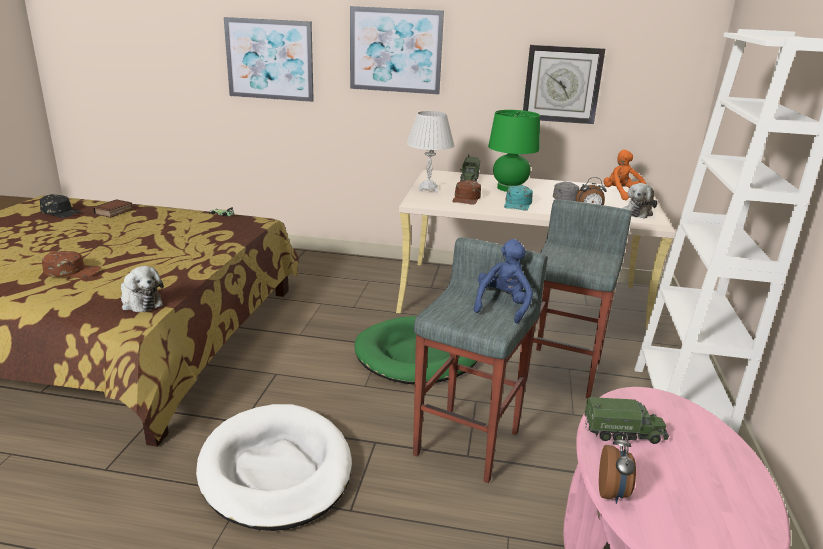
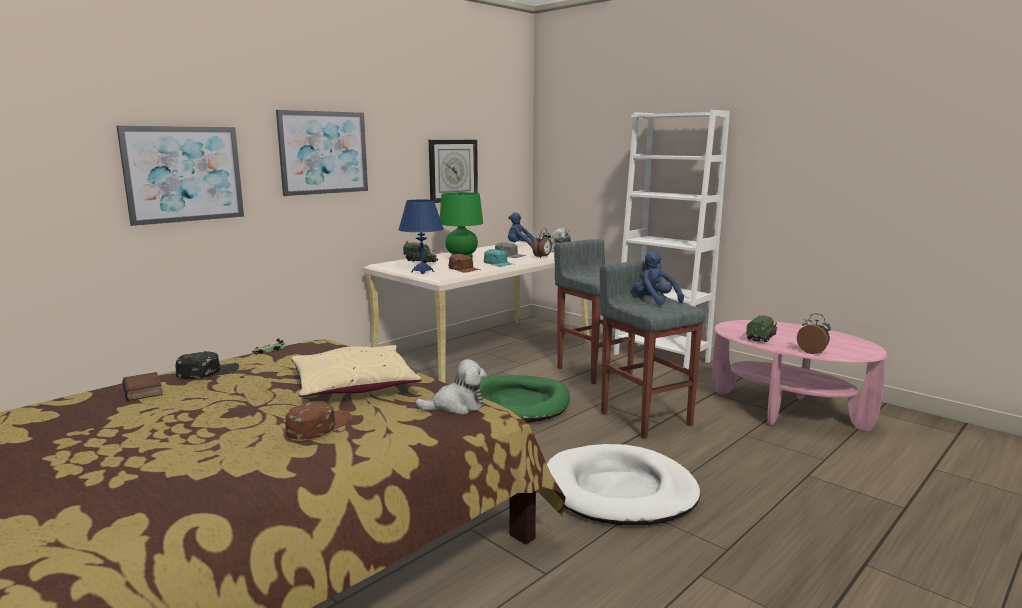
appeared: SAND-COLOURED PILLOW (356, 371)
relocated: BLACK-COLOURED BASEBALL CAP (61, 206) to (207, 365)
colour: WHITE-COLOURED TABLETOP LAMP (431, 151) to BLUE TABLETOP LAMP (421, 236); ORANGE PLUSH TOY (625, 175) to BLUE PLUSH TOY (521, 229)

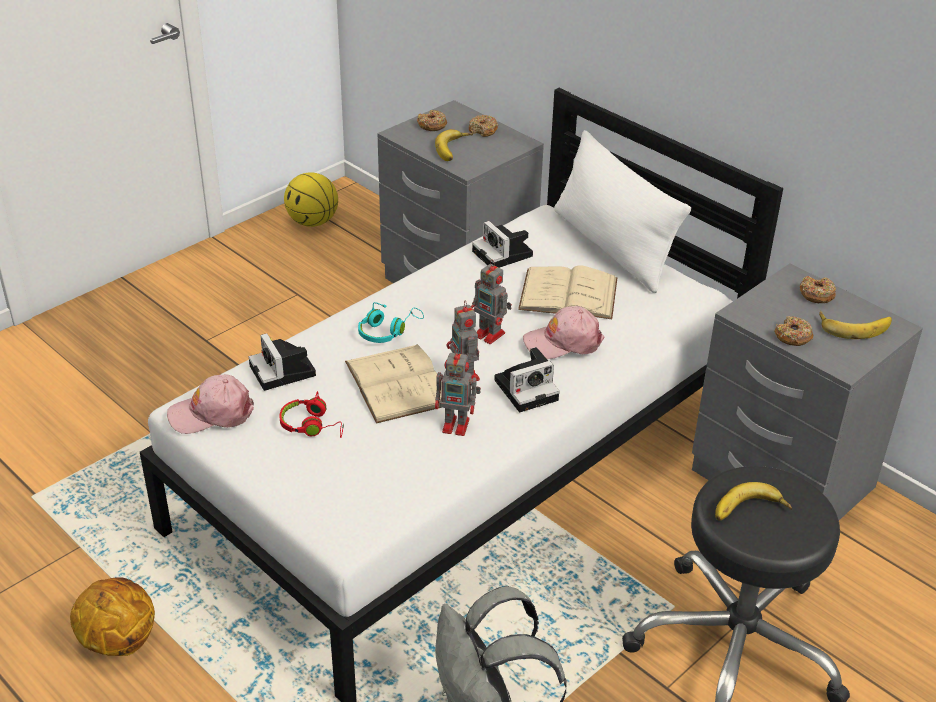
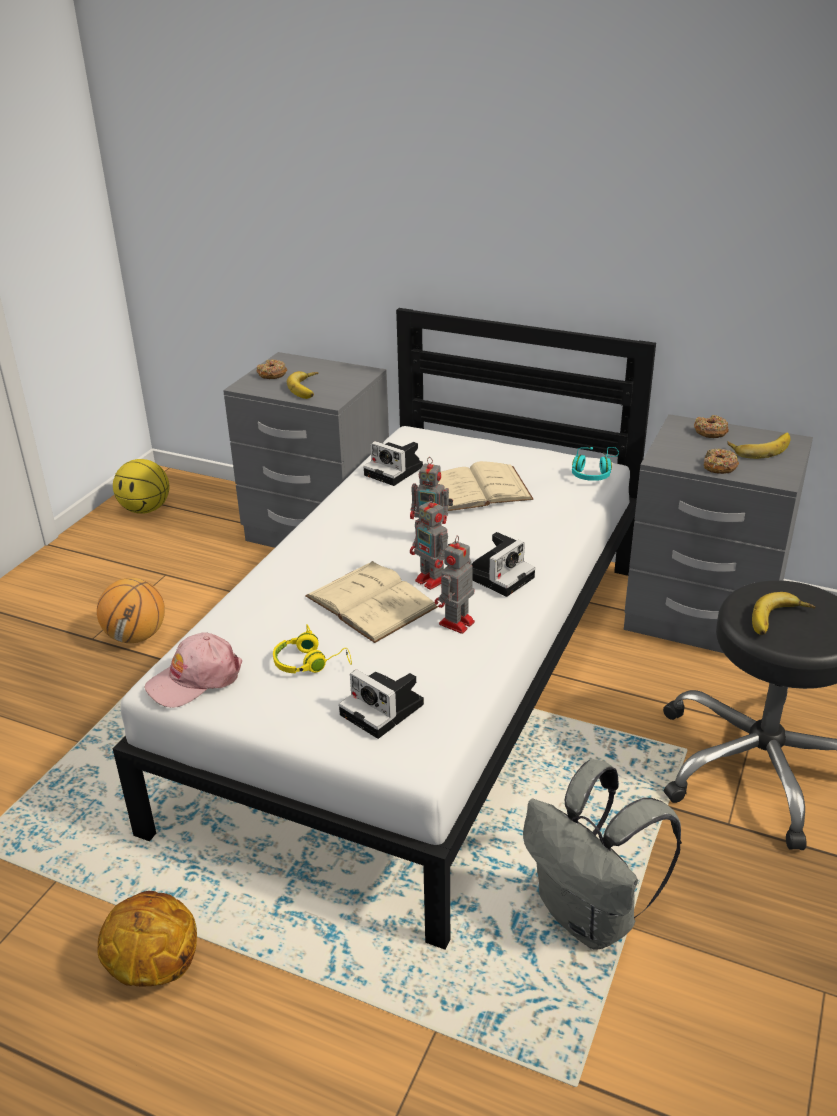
missing: DONUT (484, 126); PINKISH BASEBALL CAP (564, 332); WHITE-COLOURED PILLOW (622, 211)
appeared: BASKETBALL (131, 610)
relocated: STILL CAMERA (282, 362) to (381, 704); BLUE-GREEN PAIR OF HEADPHONES (391, 322) to (595, 464)
colour: REDDISH PAIR OF HEADPHONES (311, 414) to YELLOW-COLOURED PAIR OF HEADPHONES (312, 648)
spun: TOY ROBOT (458, 392) = (455, 585) 135 degrees clockwise

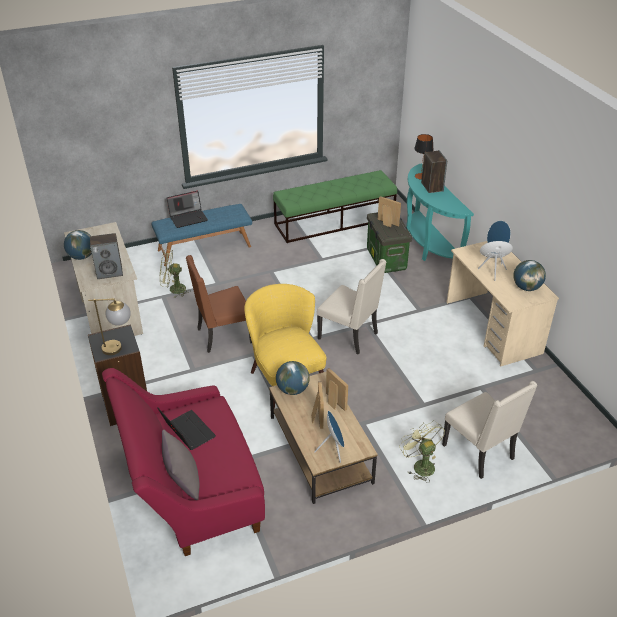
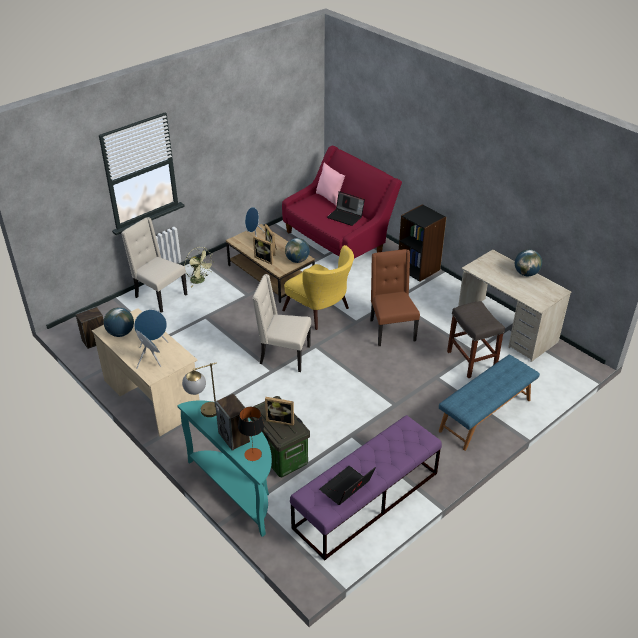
relocated: LOUDSPEAKER (106, 256) to (89, 327); TABLETOP LAMP (109, 326) to (199, 389); NOTEBOOK COMPUTER (187, 209) to (347, 485)
exchanged: GREENISH FAN (175, 274) to GRAY SITTING STOOL (476, 339)
colour: GREENISH INDOOR BENCH (335, 206) to PURPLISH INDOOR BENCH (366, 488); GRAY PILLOW (180, 464) to PINKISH PILLOW (330, 184)
spun: BROWN UPRIGHT CHAIR (219, 304) = (395, 297) 60 degrees counterclockwise

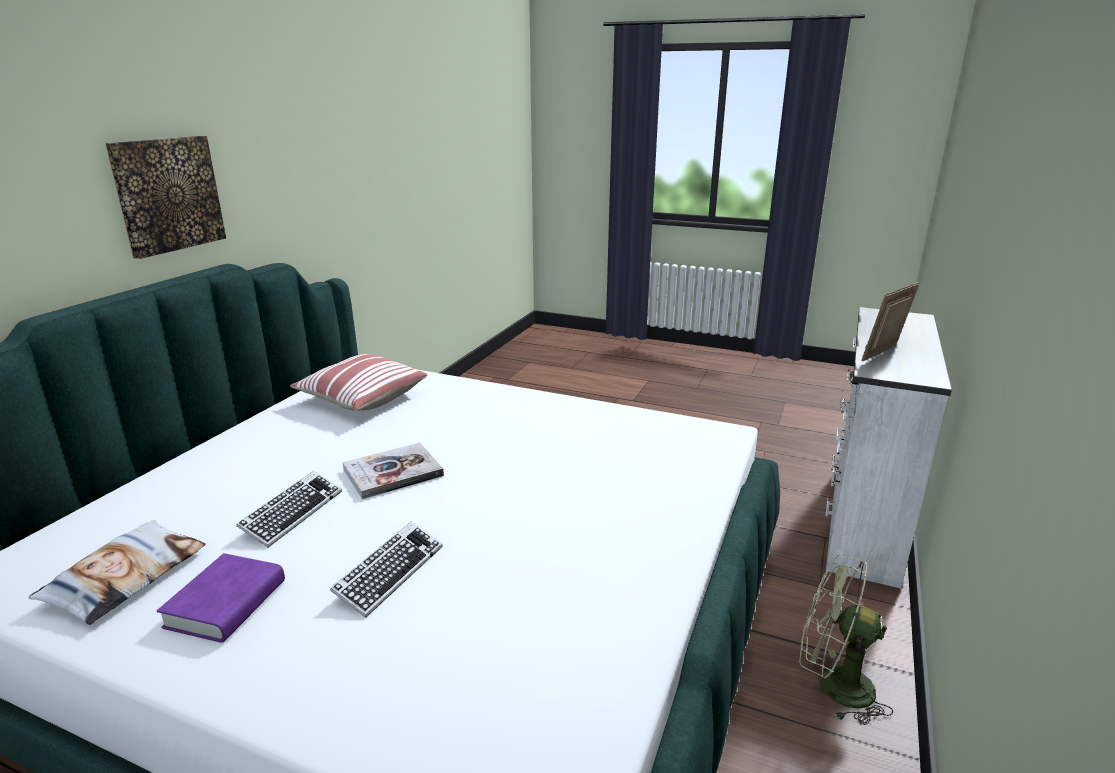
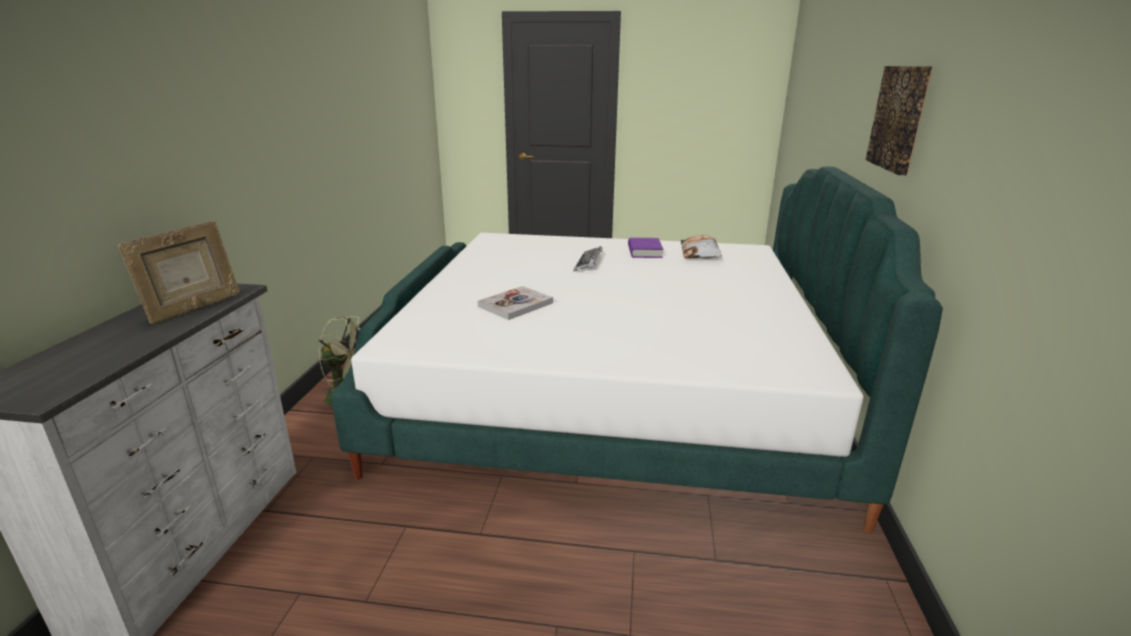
missing: COMPUTER KEYBOARD (289, 509); PILLOW (358, 382)
relocated: BOUND BOOK (393, 470) to (515, 303)

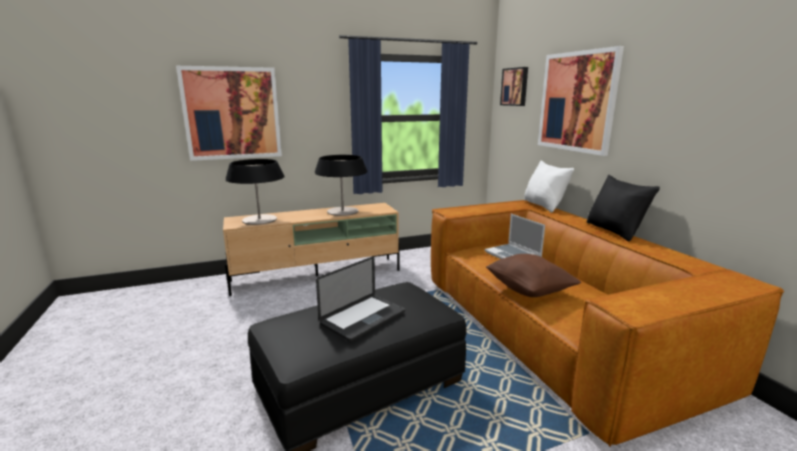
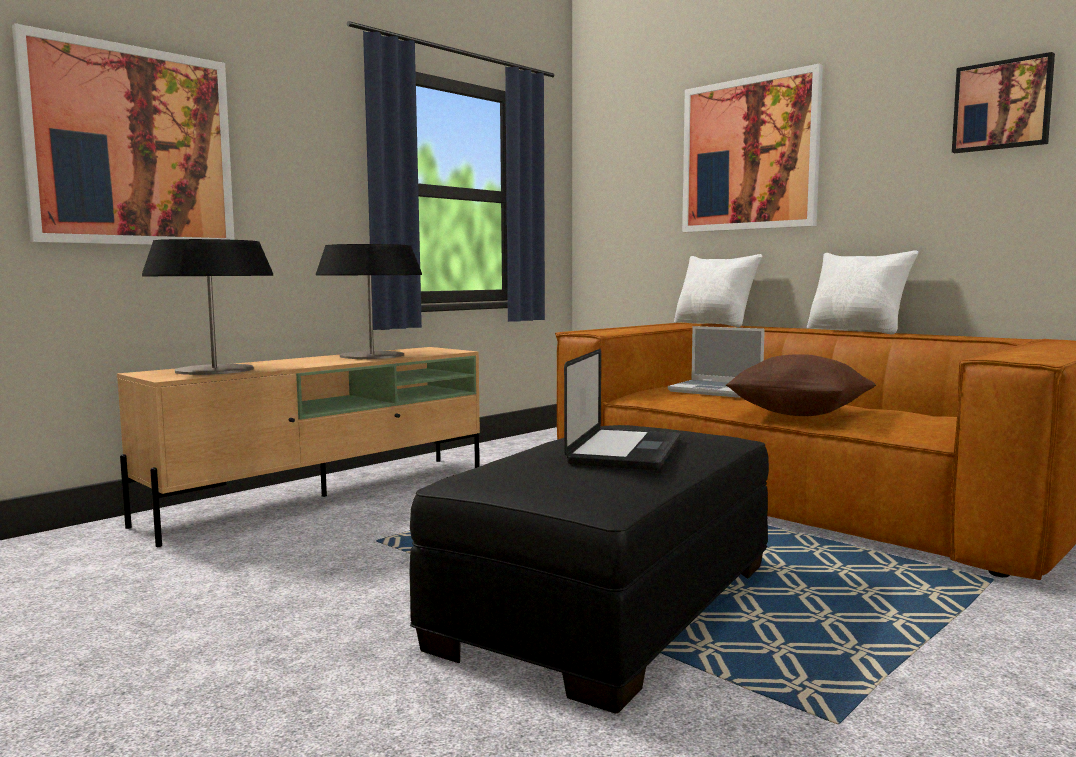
relocated: WALL PICTURE (514, 86) to (1003, 102)
colour: BLACK-COLOURED PILLOW (623, 208) to WHITE-COLOURED PILLOW (862, 292)

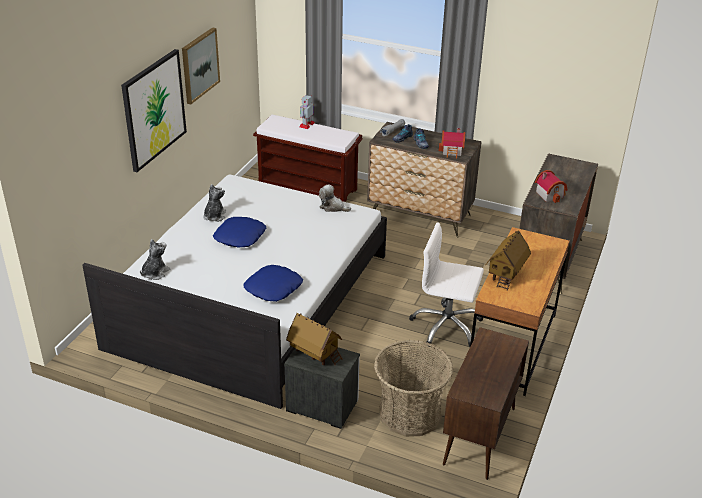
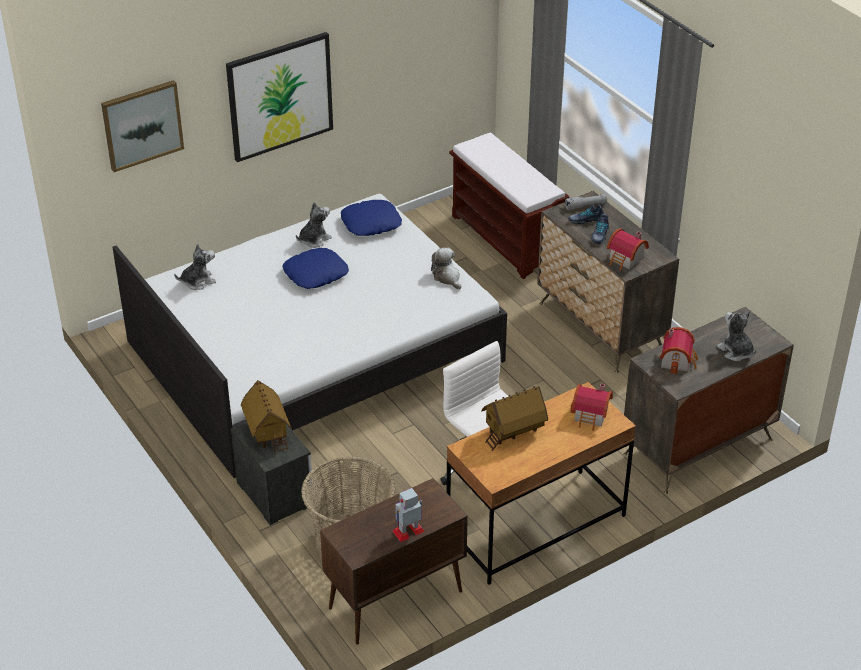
appeared: MINIATURE HOUSE (592, 407); PLUSH TOY (737, 336)
relocated: WALL PICTURE (201, 65) to (142, 126); BLUE PILLOW (273, 283) to (371, 218); TOY ROBOT (307, 112) to (408, 515)

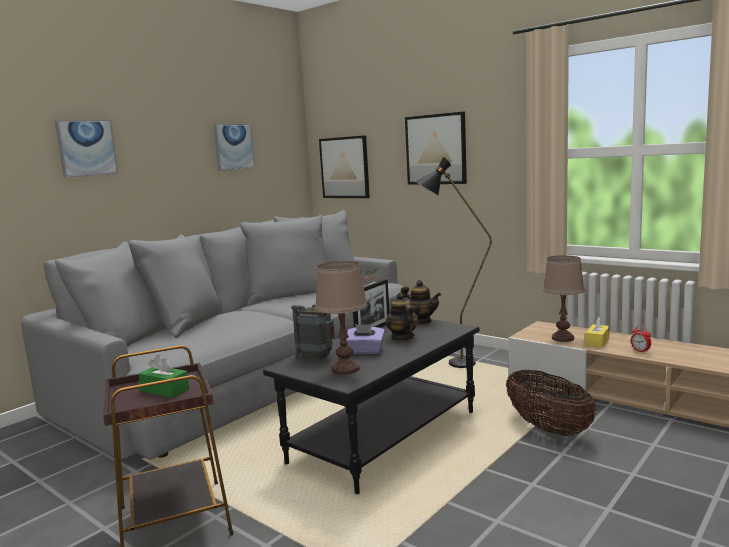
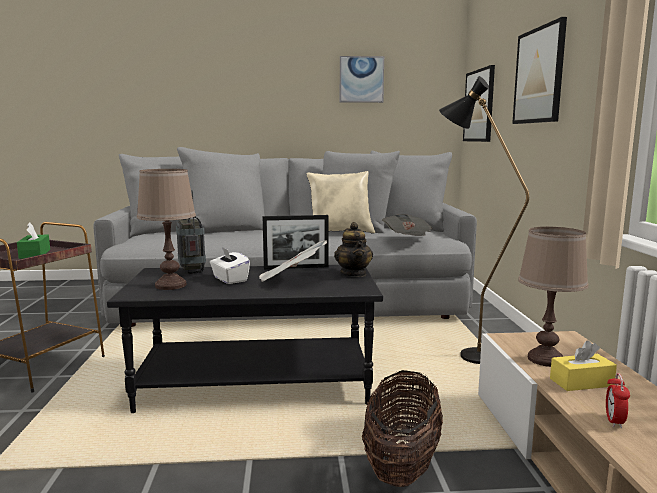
missing: WALL PICTURE (86, 149)
appeared: SAND-COLOURED PILLOW (341, 202)
exchanged: TEAPOT (401, 316) to PRINTED PAPER (293, 261)
colour: PURPLISH TISSUE BOX (365, 339) to WHITE-COLOURED TISSUE BOX (230, 265)

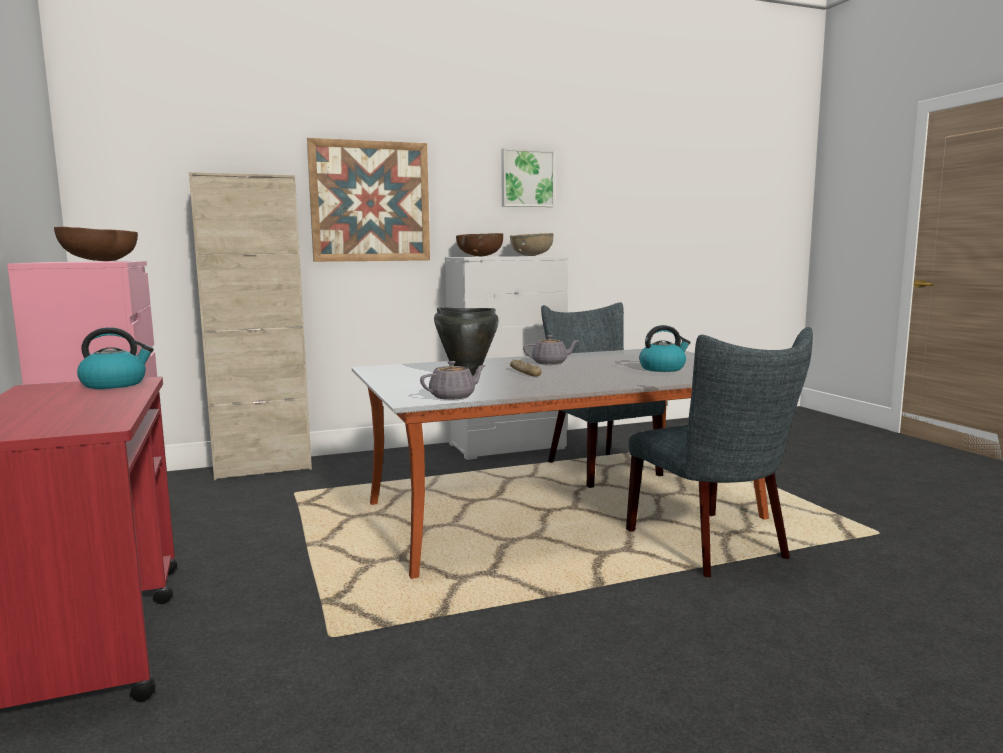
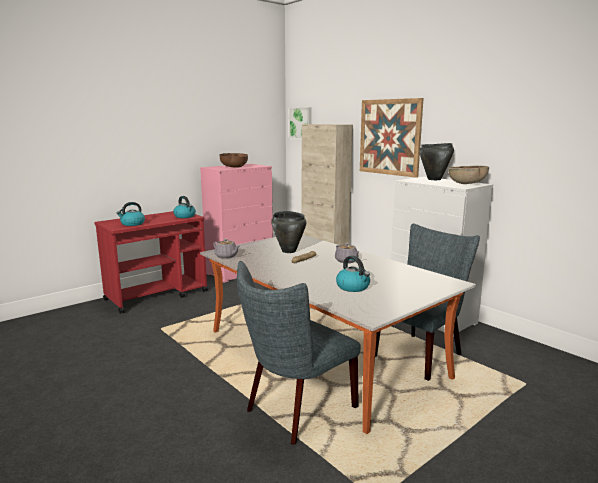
appeared: WATER KETTLE (131, 214)
relocated: WALL PICTURE (528, 177) to (300, 123)
exchanged: BROWN SERVING BOWL (479, 244) to BLACK-COLOURED COOKING POT (436, 161)

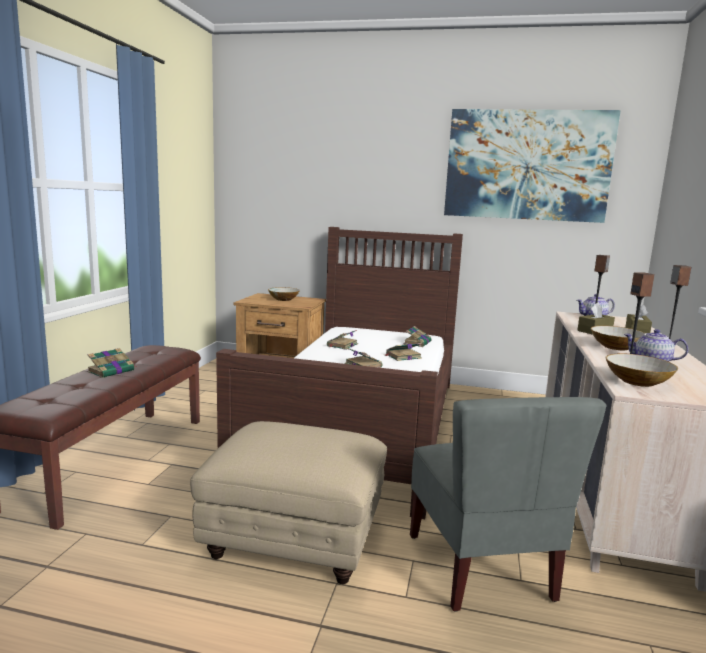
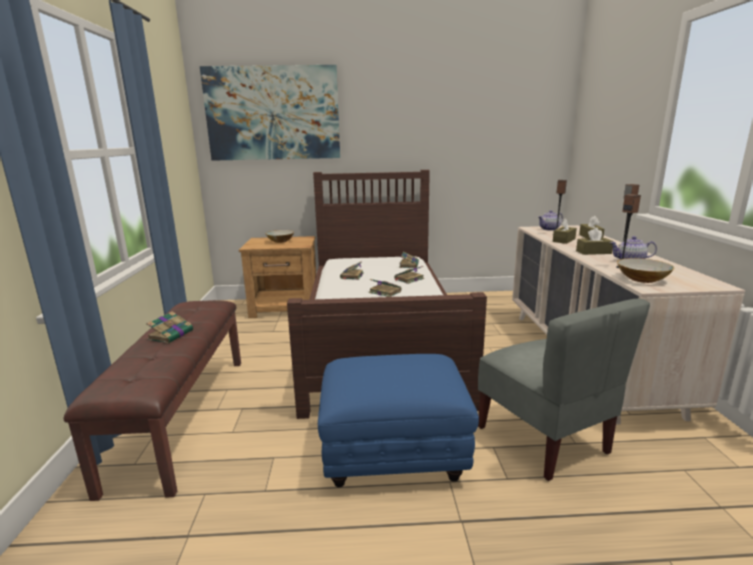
relocated: WALL PICTURE (532, 166) to (270, 113)
exchanged: SERVING BOWL (618, 338) to BROWN TISSUE BOX (595, 241)
colour: SAND-COLOURED OTTOMAN (288, 502) to BLUE OTTOMAN (398, 420)

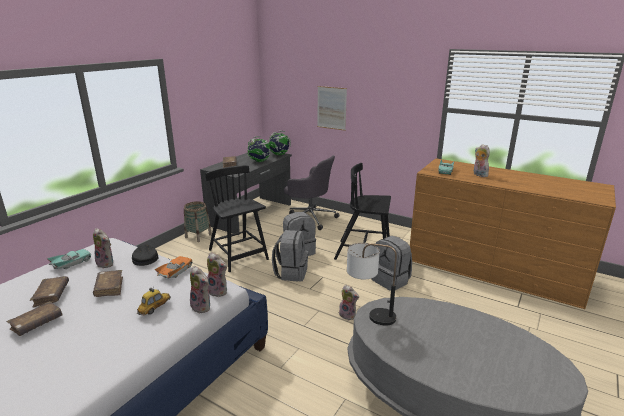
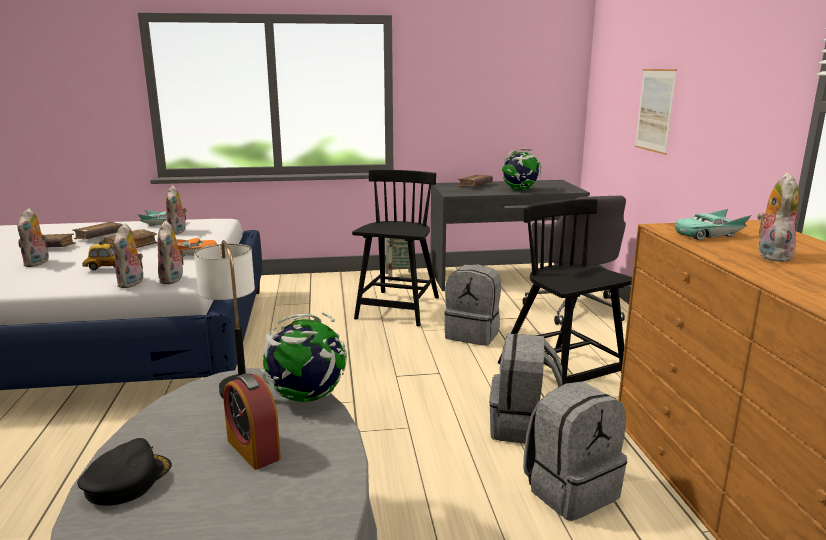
appeared: ALARM CLOCK (252, 421)
relocated: PLUSH TOY (349, 302) to (33, 237); BLACK-COLOURED BASEBALL CAP (145, 255) to (124, 472); DESK GLOBE (279, 143) to (303, 357); GRAY KNAPSACK (290, 256) to (575, 451)

